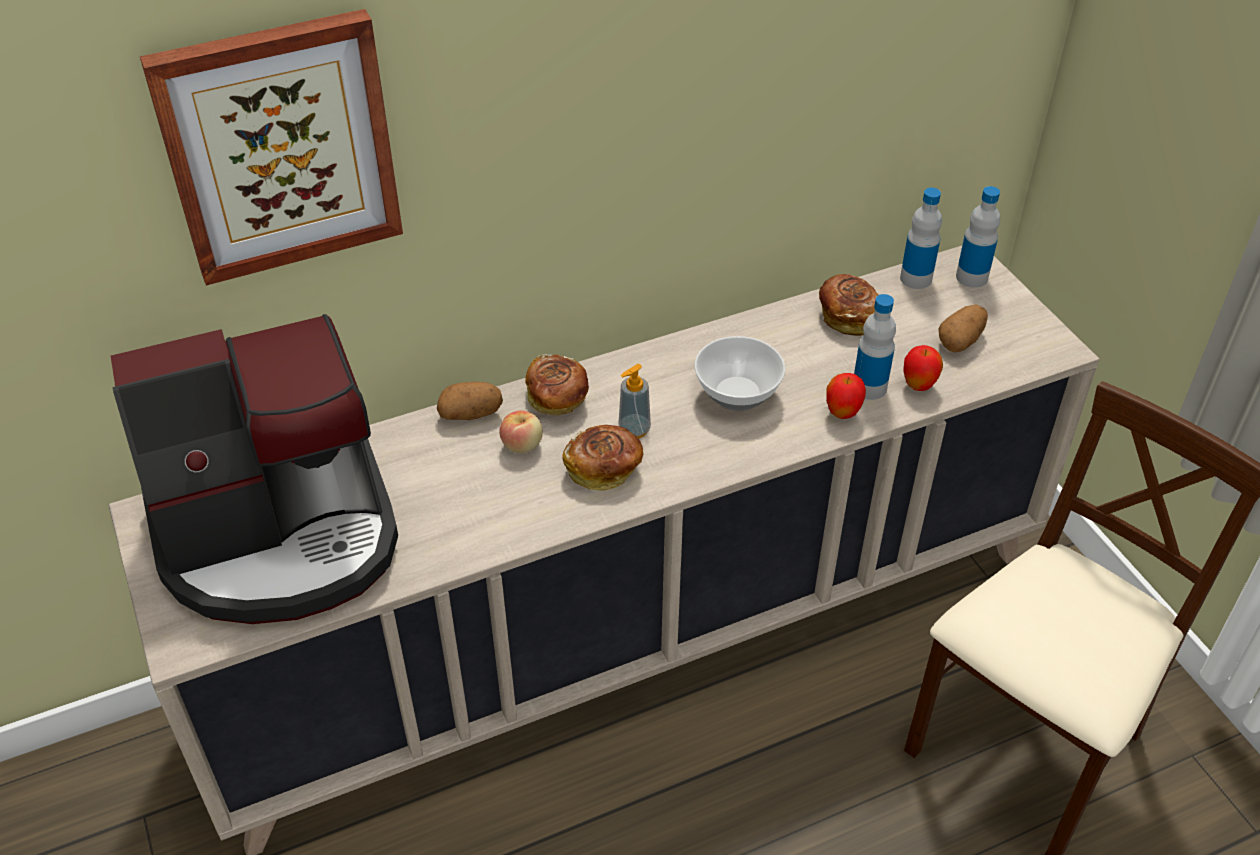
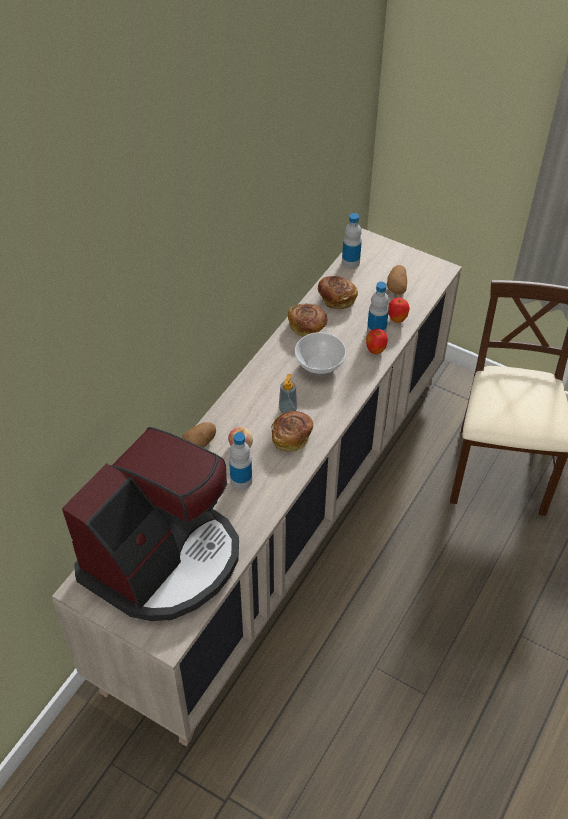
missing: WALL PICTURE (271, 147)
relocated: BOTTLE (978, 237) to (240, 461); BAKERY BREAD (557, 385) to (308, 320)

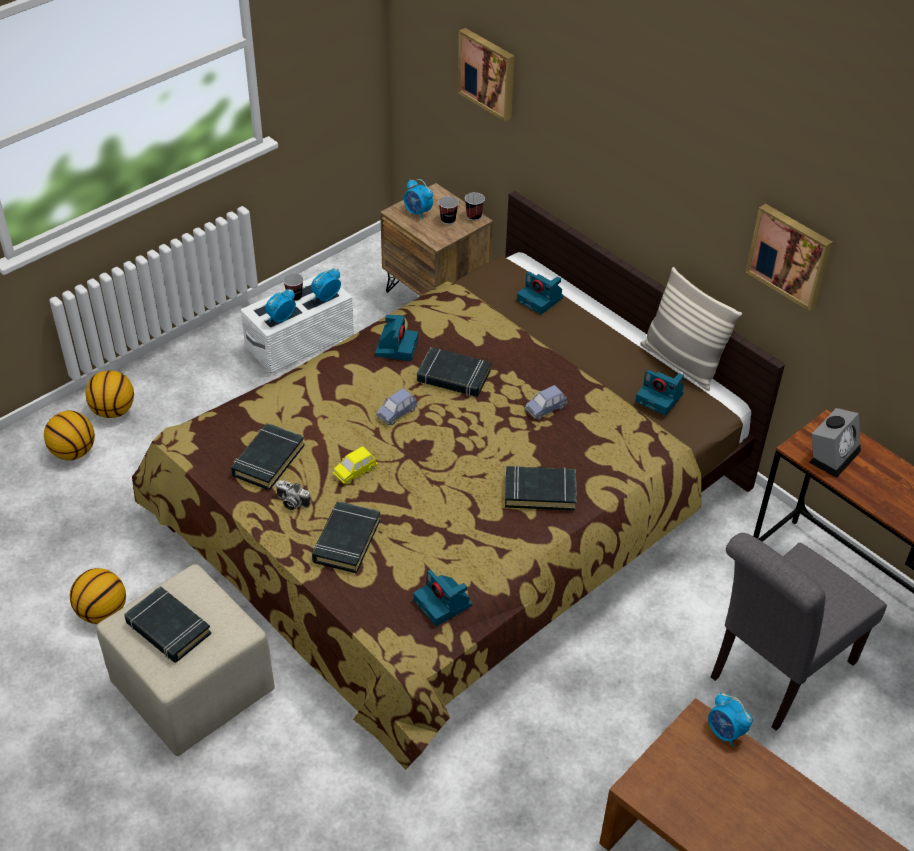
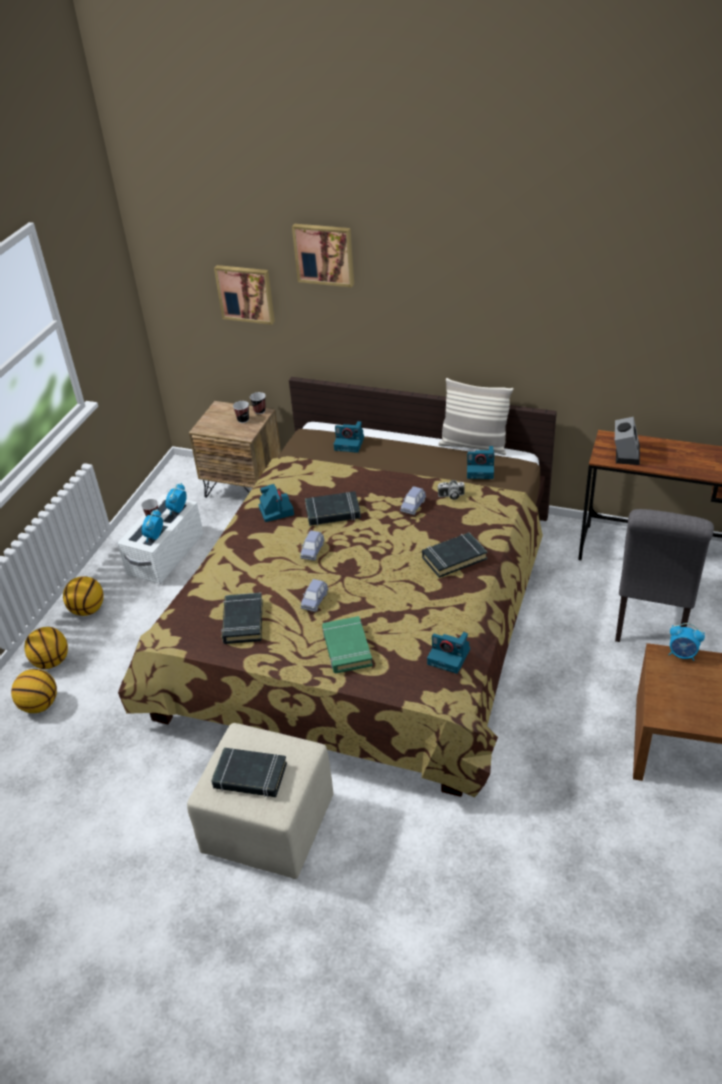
missing: ALARM CLOCK (418, 199)
relocated: BASKETBALL (98, 596) to (83, 596); WALL PICTURE (789, 257) to (323, 255); STILL CAMERA (293, 495) to (450, 490)
colour: YELLOW-COLOURED MINIATURE CAR (355, 465) to BLUE MINIATURE CAR (314, 595); BLACK-COLOURED BOUND BOOK (346, 537) to GREENISH BOUND BOOK (347, 644)

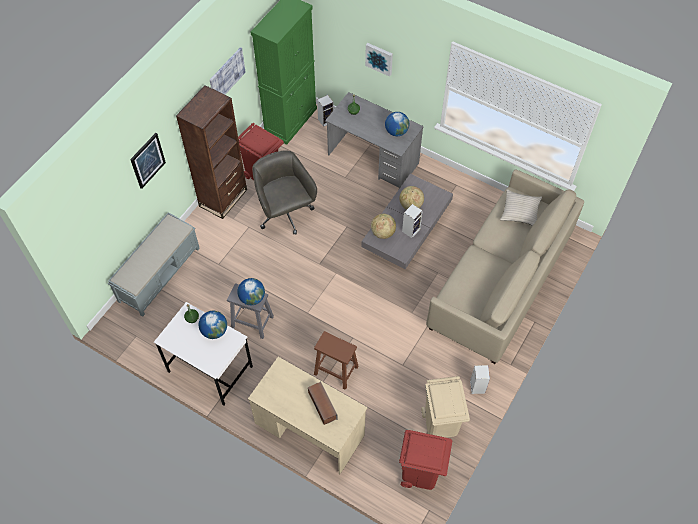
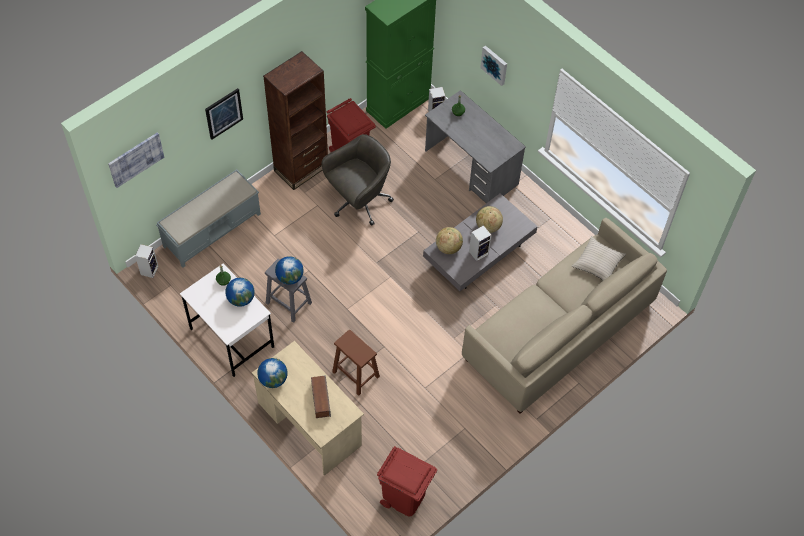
missing: SAND-COLOURED TRASH CAN (445, 407)
relocated: WALL PICTURE (228, 70) to (136, 160); LOUDSPEAKER (480, 379) to (146, 261); DESK GLOBE (397, 124) to (272, 373)
spun: GRAY OFFICE CHAIR (284, 193) = (358, 180) 60 degrees clockwise

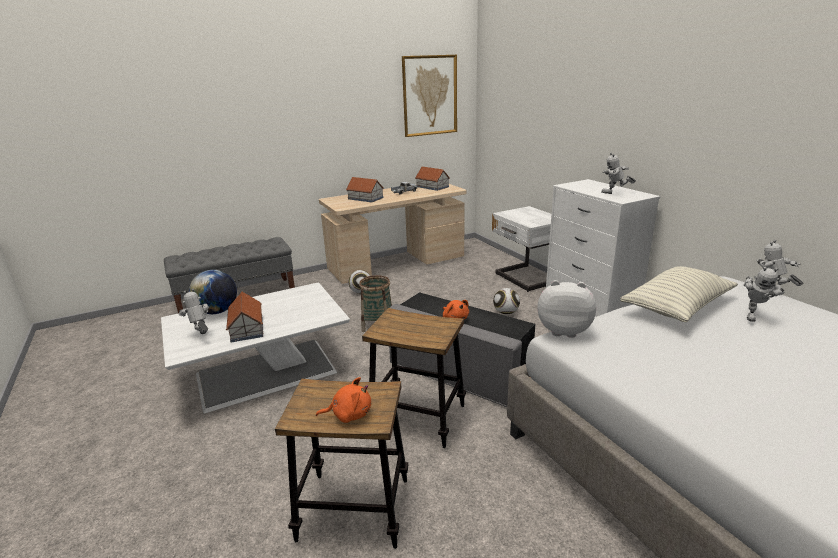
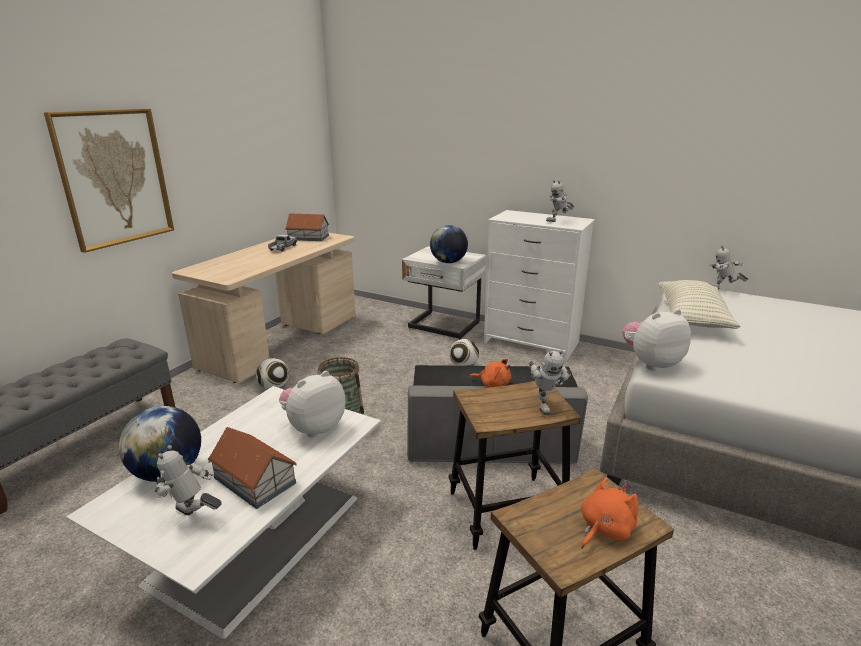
missing: MINIATURE HOUSE (365, 189)
appeared: PLUSH TOY (312, 404); DESK GLOBE (449, 244)
relocated: WALL PICTURE (429, 96) to (109, 181); TOY ROBOT (764, 294) to (550, 382)

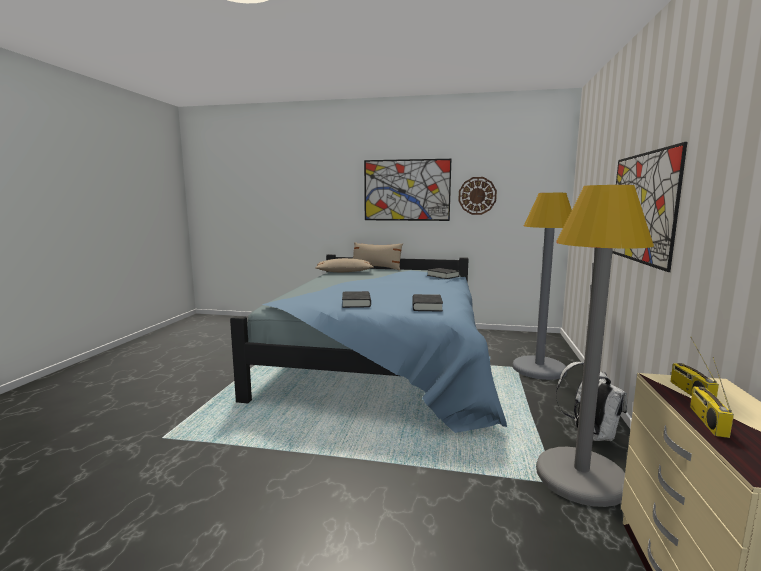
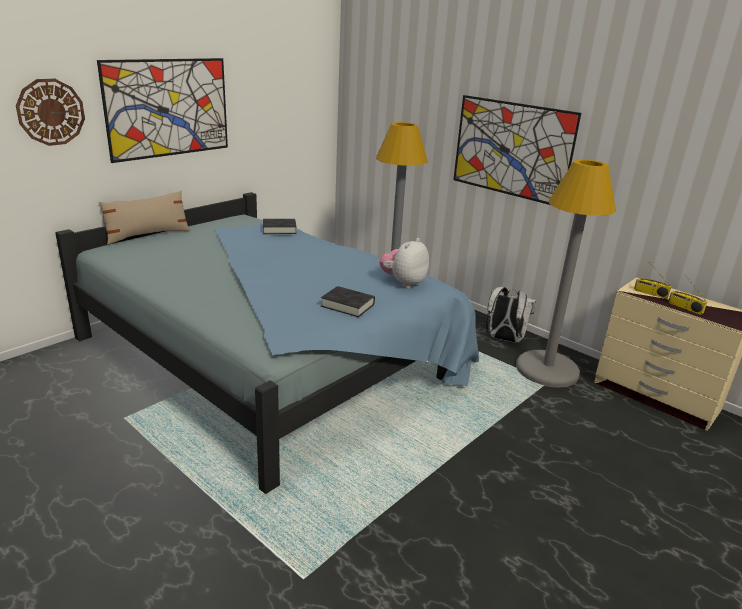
missing: SAND-COLOURED PILLOW (344, 265)
relocated: CLOCK ON THE WALL (477, 196) to (50, 112)
exchanged: BLACK-COLOURED BOUND BOOK (428, 303) to PLUSH TOY (404, 263)

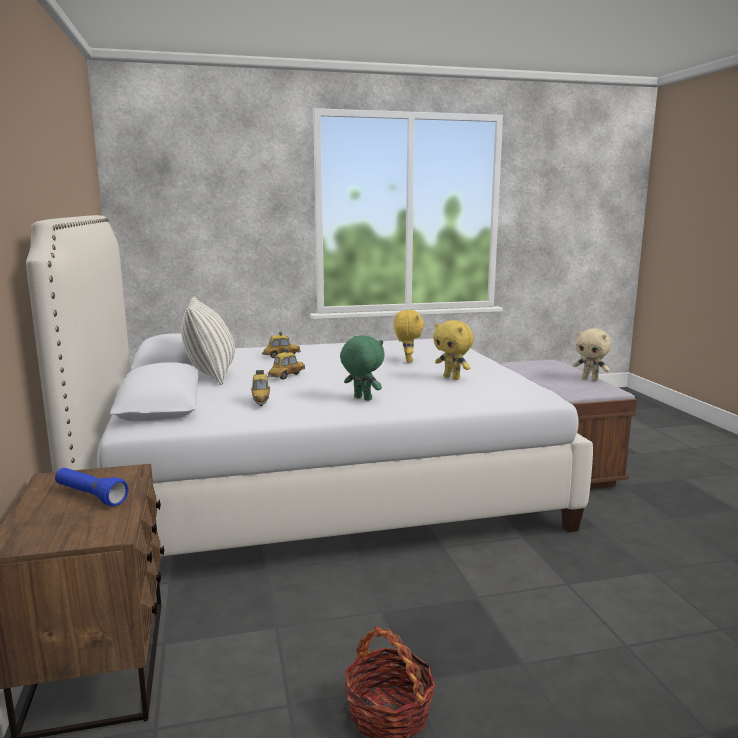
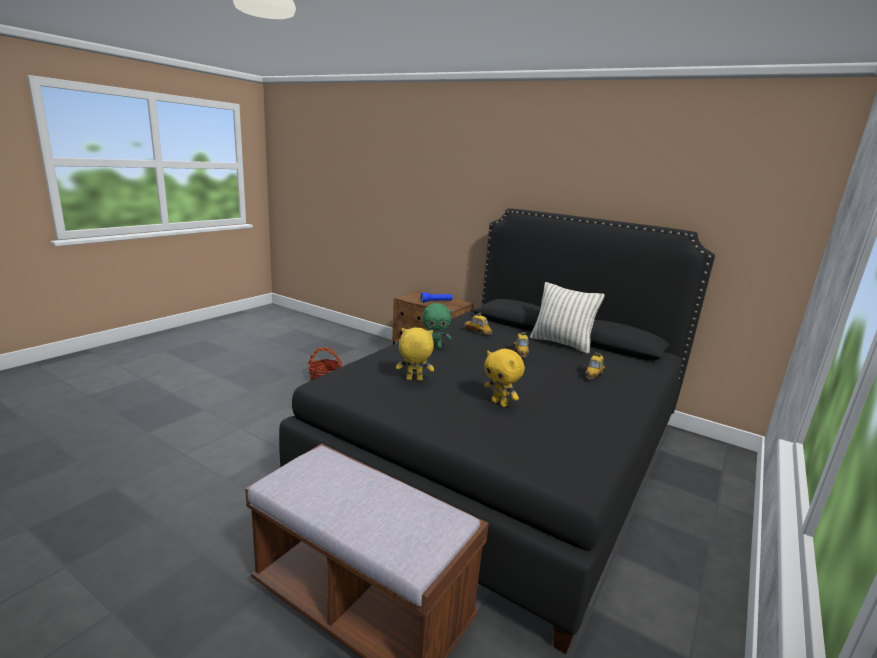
missing: SAND-COLOURED PLUSH TOY (592, 354)
colour: WHITE-COLOURED BED (309, 385) to BLACK-COLOURED BED (497, 431)

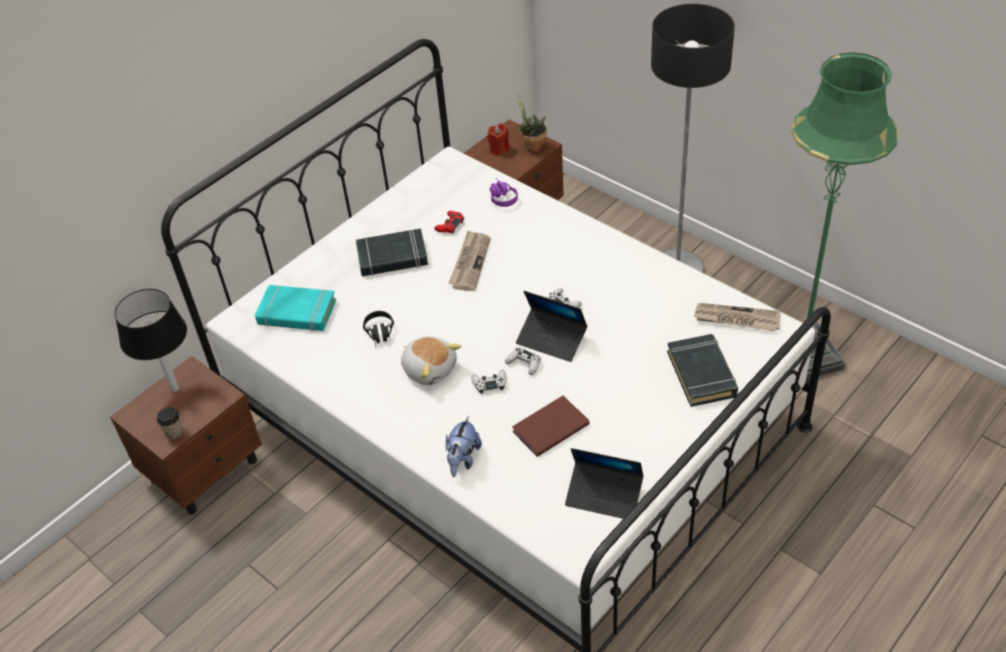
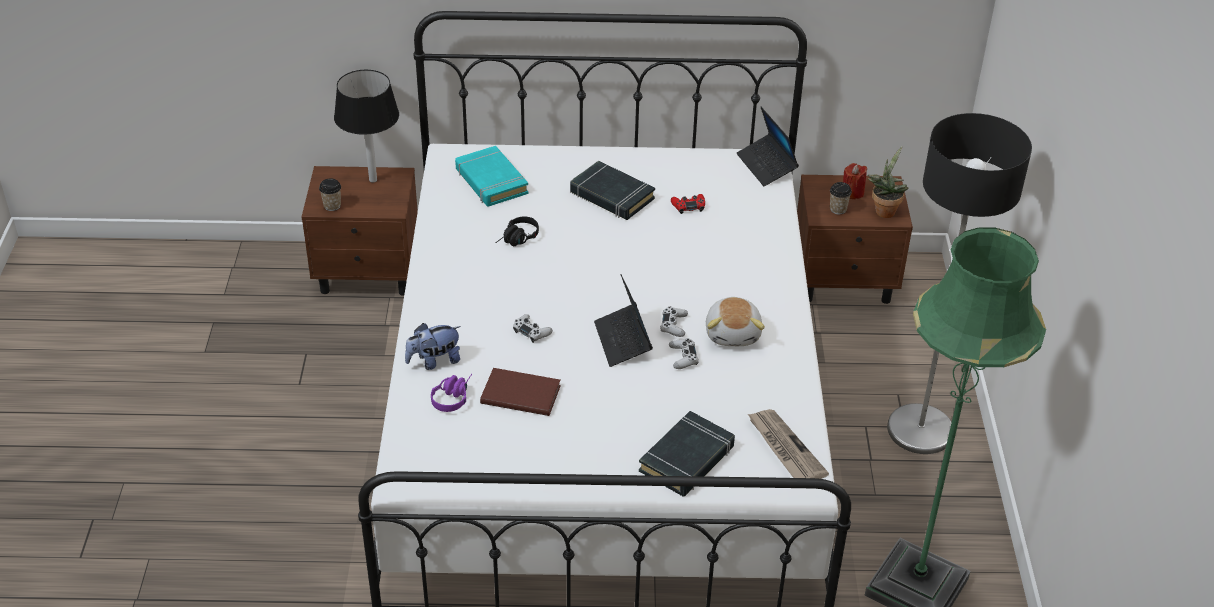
missing: PRINTED PAPER (469, 260)
appeared: CUP (841, 198)
relocated: PURPLISH PAIR OF HEADPHONES (504, 192) to (451, 393); WHITE-COLOURED GAME CONTROLLER (523, 361) to (684, 353); PLUSH TOY (431, 360) to (735, 321); NOTEBOOK COMPUTER (604, 483) to (768, 146)

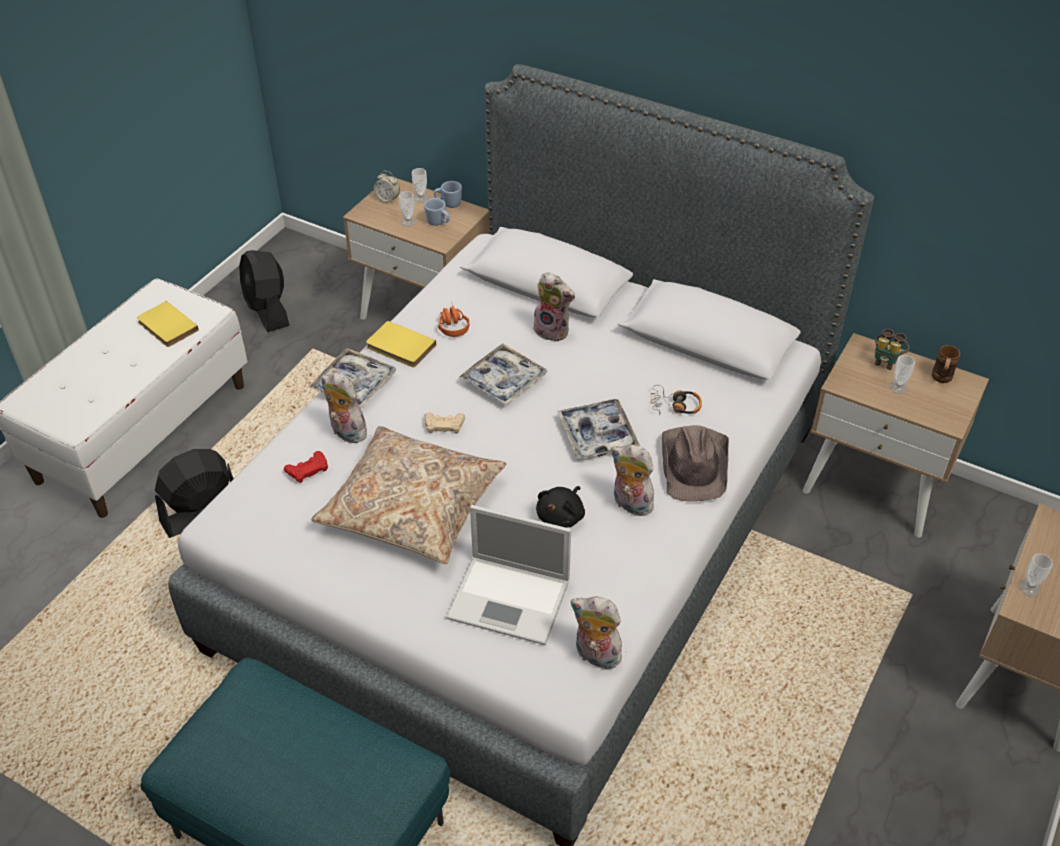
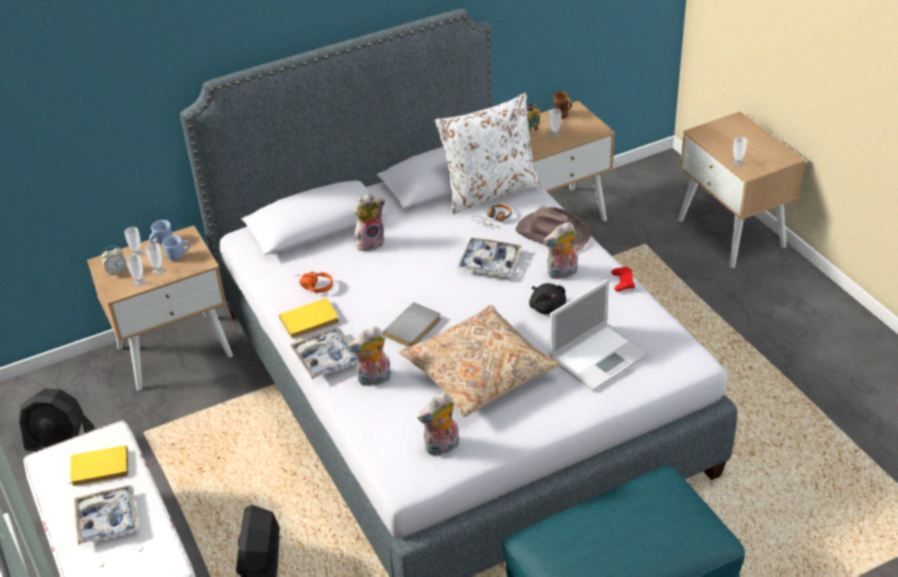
appeared: CUP (137, 271); WHITE-COLOURED PILLOW (488, 153)
relocated: SERVING TRAY (503, 374) to (106, 515); PLUSH TOY (596, 632) to (438, 424); REDDISH GAME CONTROLLER (306, 467) to (623, 279)
exchanged: SAND-COLOURED GAME CONTROLLER (444, 422) to GRAY BOUND BOOK (412, 324)

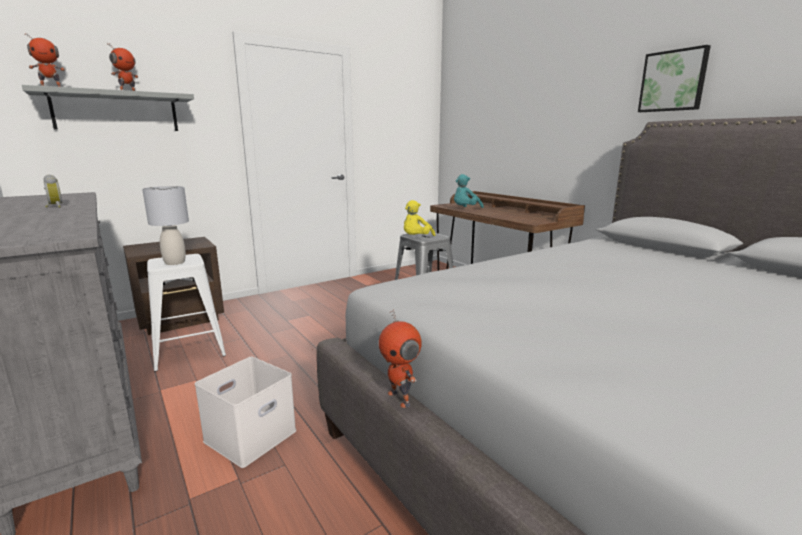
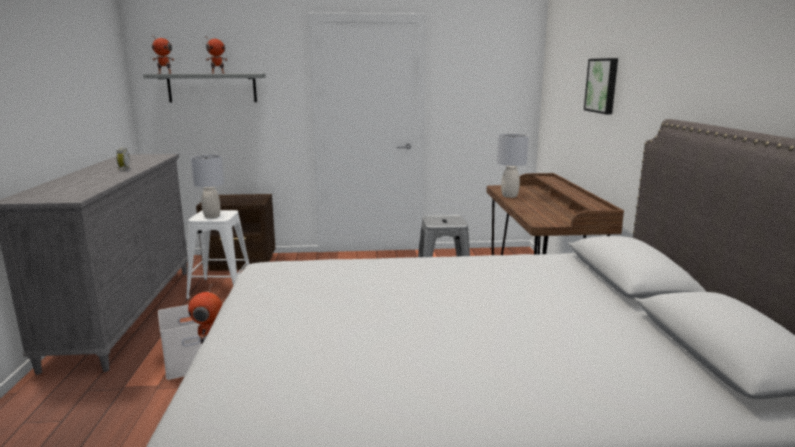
missing: YELLOW-COLOURED PLUSH TOY (419, 218)
relocated: WALL PICTURE (674, 78) to (601, 86)
exchanged: BLUE-GREEN PLUSH TOY (469, 191) to GRAY TABLETOP LAMP (513, 166)

